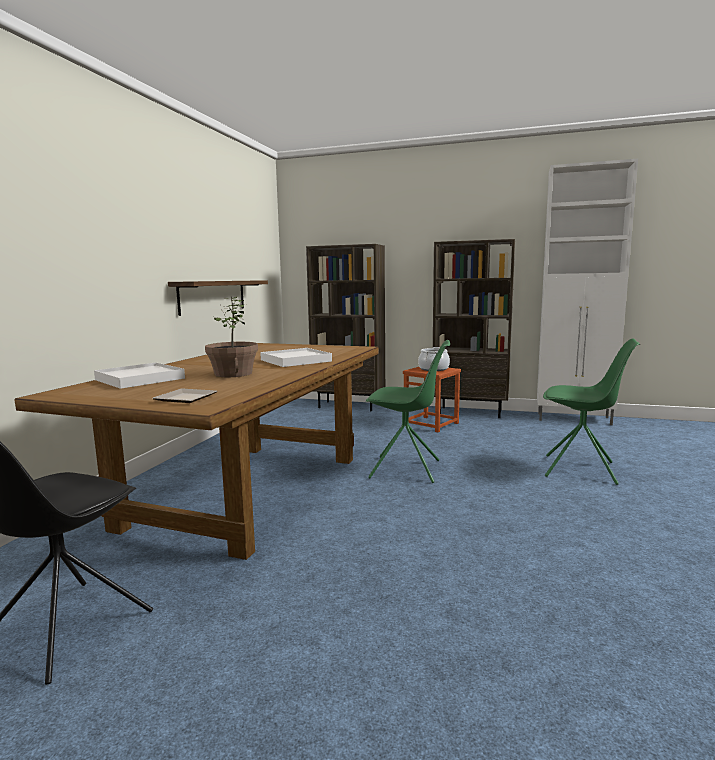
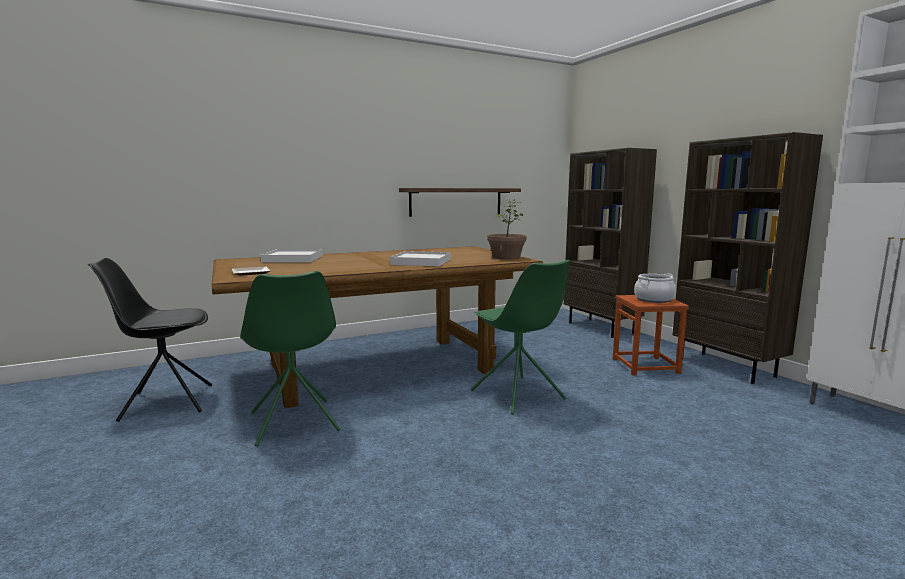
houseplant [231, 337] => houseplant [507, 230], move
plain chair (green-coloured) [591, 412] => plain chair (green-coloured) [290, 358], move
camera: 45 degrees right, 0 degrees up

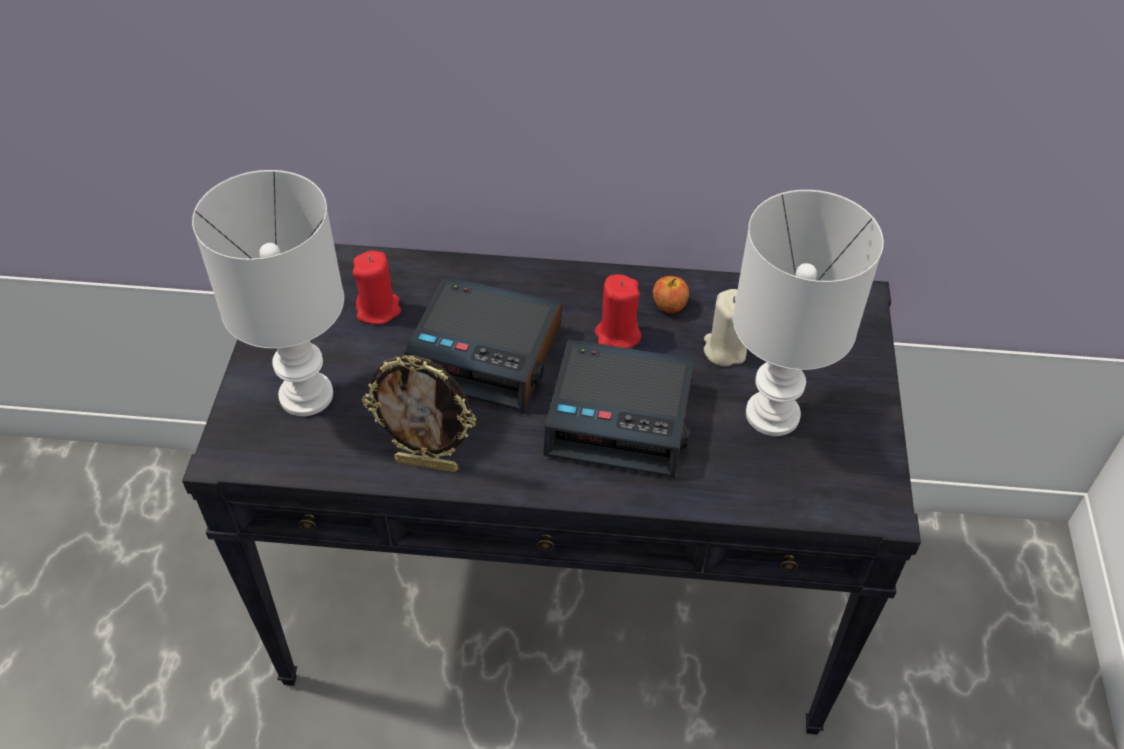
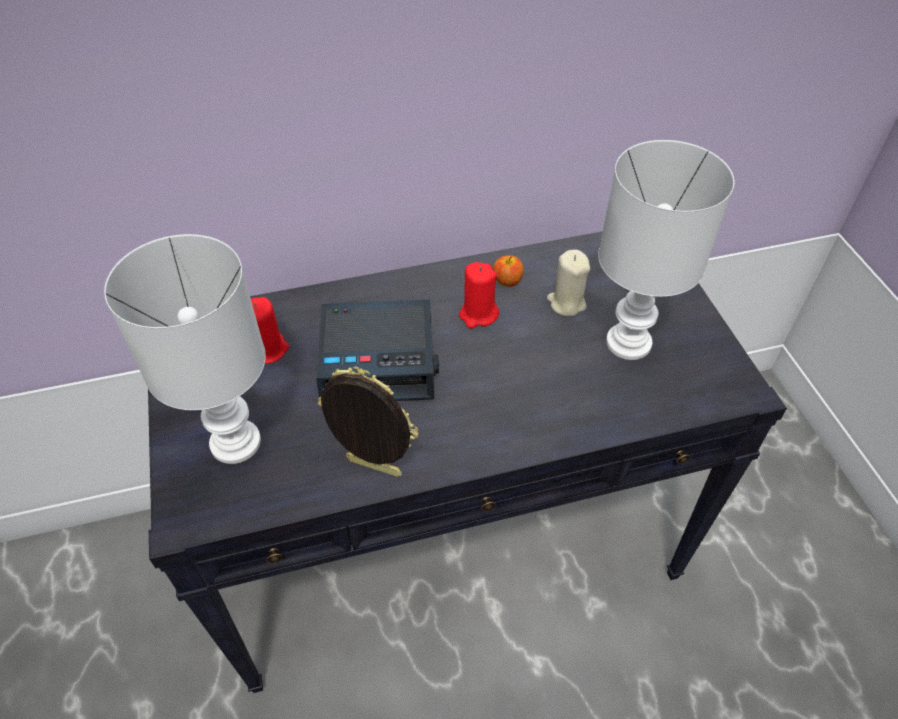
photo frame [419, 413] => photo frame [368, 422], 150 degrees counterclockwise
alarm clock [619, 408] => nothing
camera: 20 degrees left, 0 degrees up

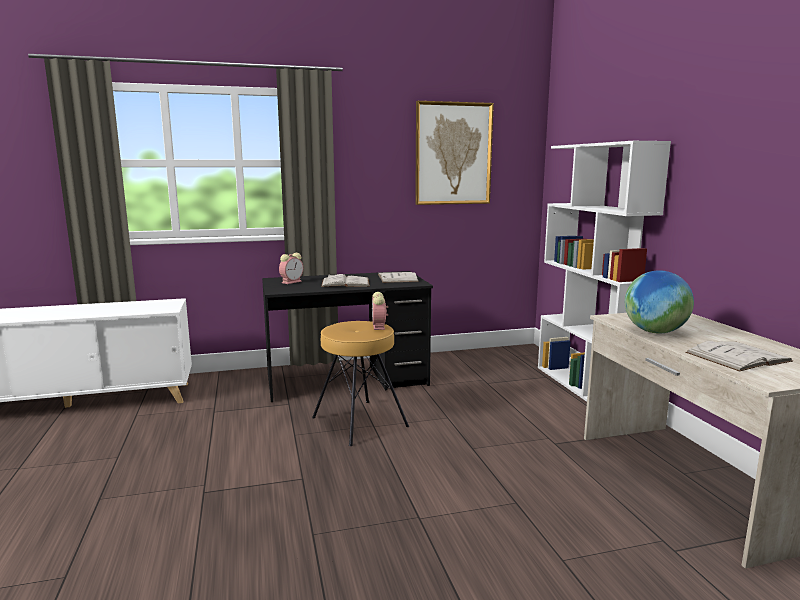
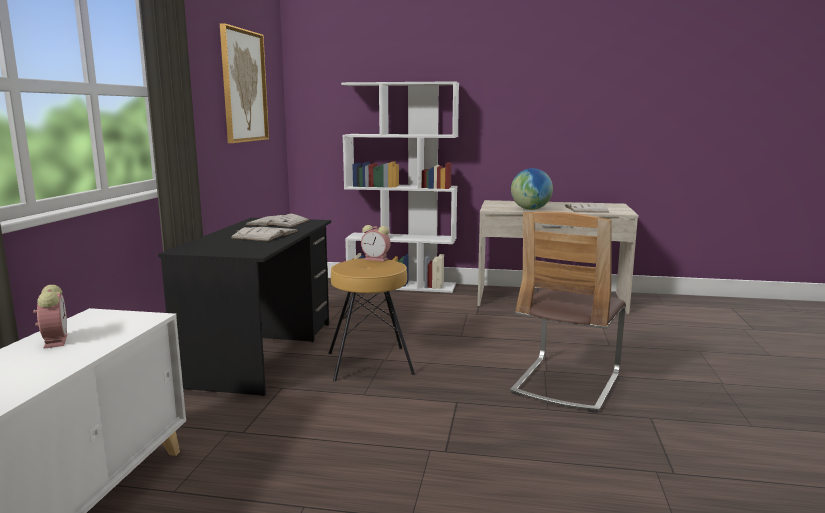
alarm clock [291, 268] => alarm clock [50, 317], move
nothing => plain chair [568, 312]
camera: 65 degrees left, 0 degrees up

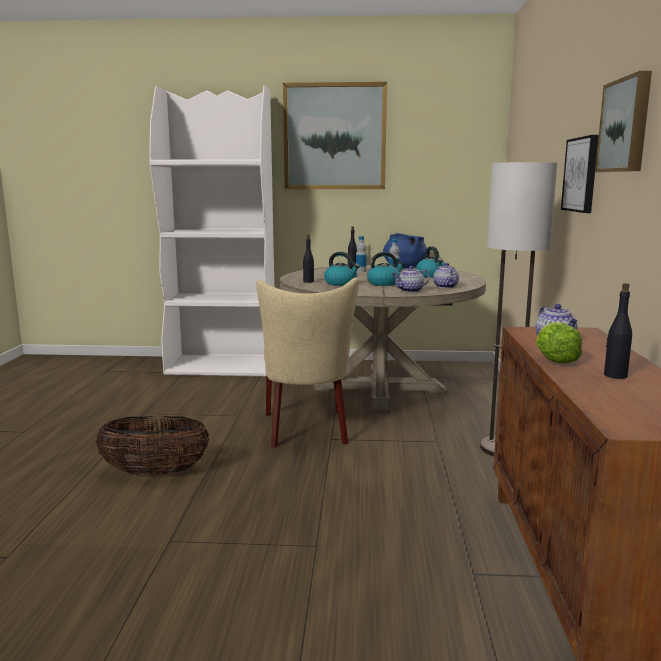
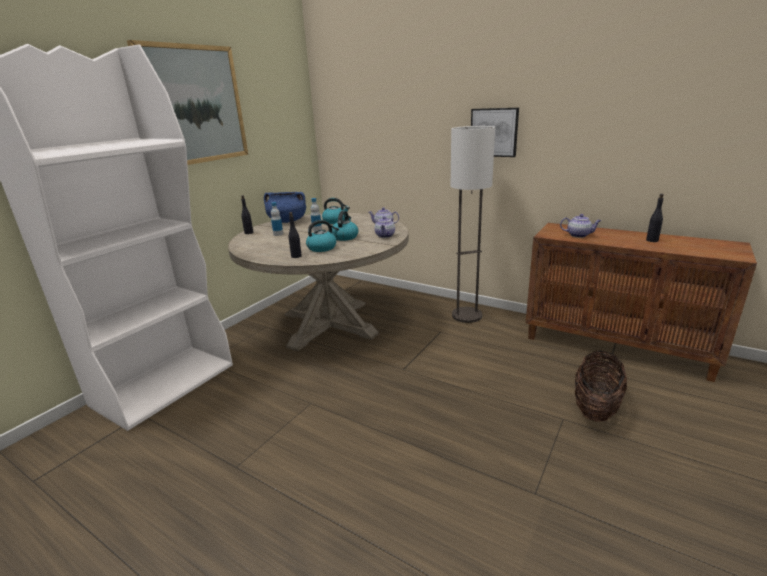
household basket [152, 445] => household basket [601, 386], move
plain chair (beige-coloured) [307, 362] => nothing
head of lettuce [559, 343] => nothing
wall picture [623, 121] => nothing
camera: 60 degrees left, 10 degrees up

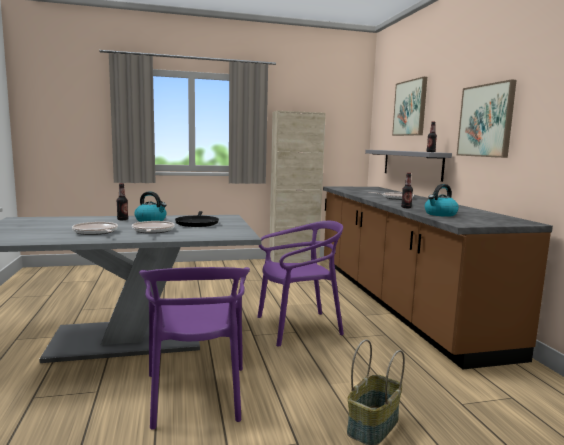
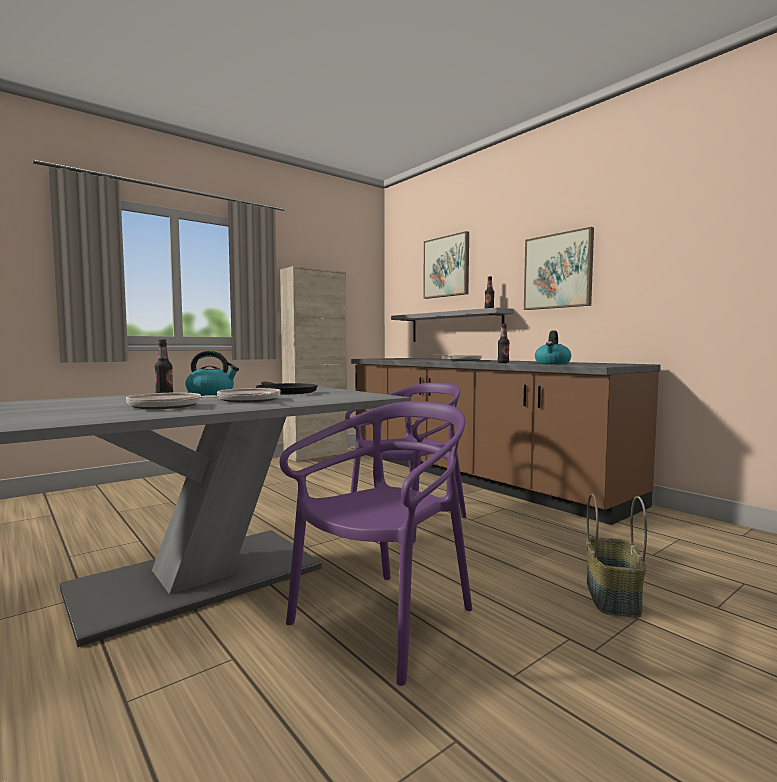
plain chair (purple) [194, 348] => plain chair (purple) [376, 543], 105 degrees counterclockwise
camera: 25 degrees left, 5 degrees down

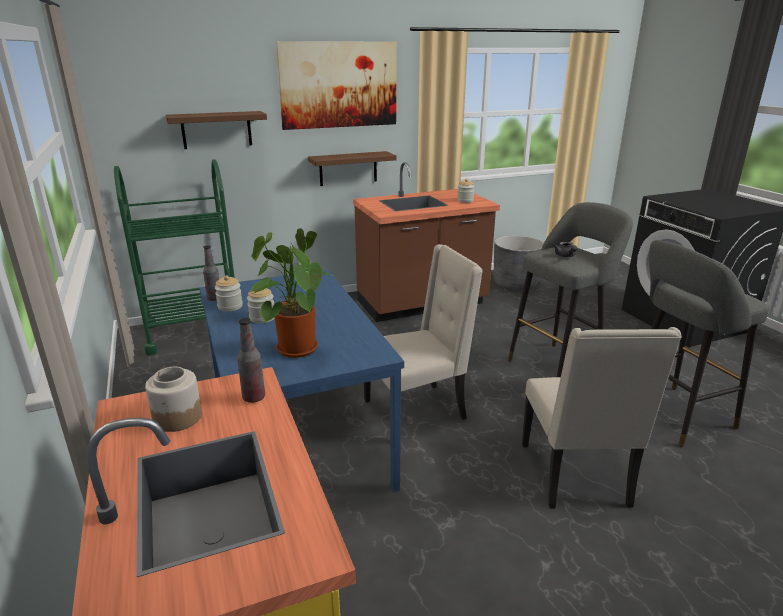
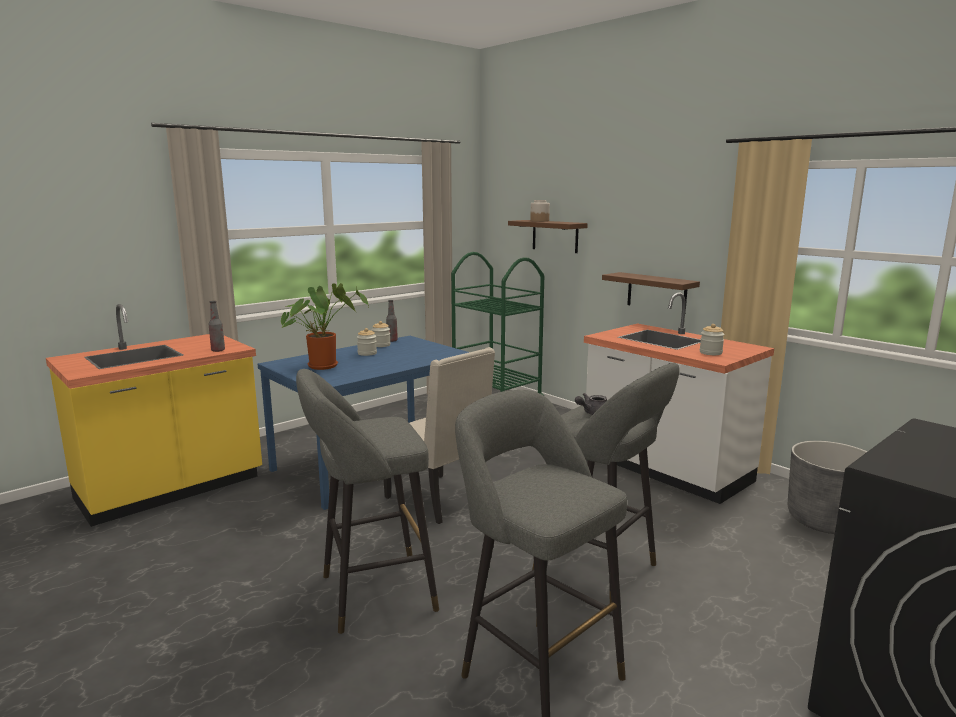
jar [173, 399] => jar [540, 211], move
wall picture [336, 85] => nothing
kitchen base unit (brown-coloured) [426, 242] => kitchen base unit (white) [679, 398]
plain chair (beige-coloured) [602, 418] => stool seat (gray) [367, 501]
camera: 70 degrees right, 10 degrees down

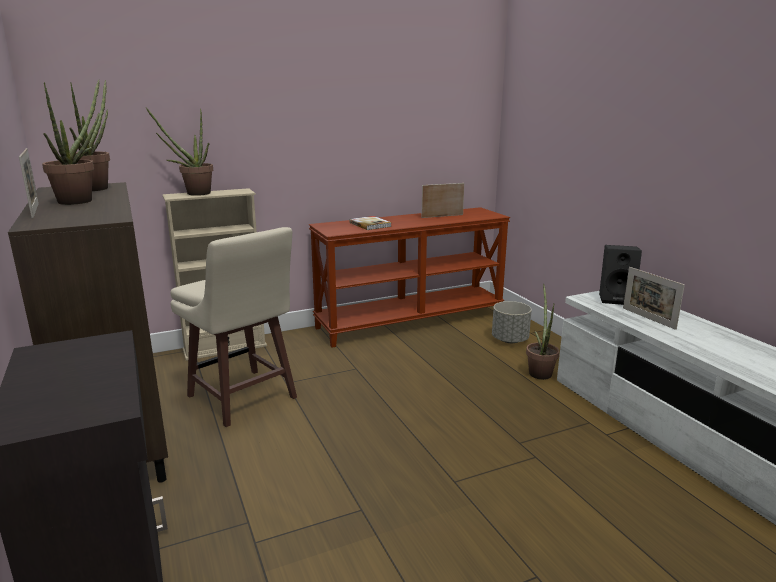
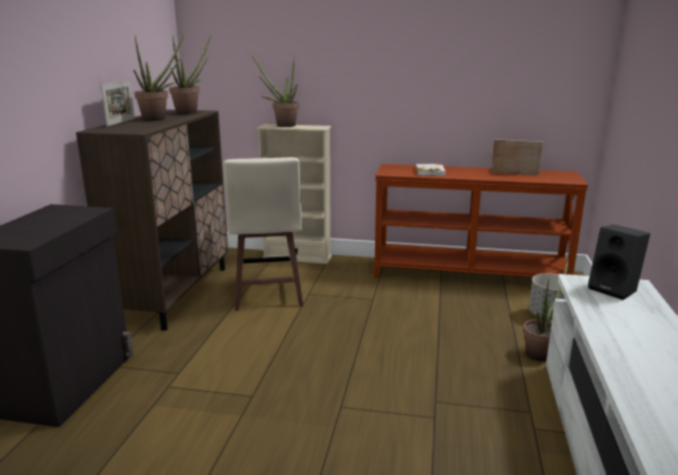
photo frame [654, 298] => nothing
camera: 35 degrees right, 0 degrees up

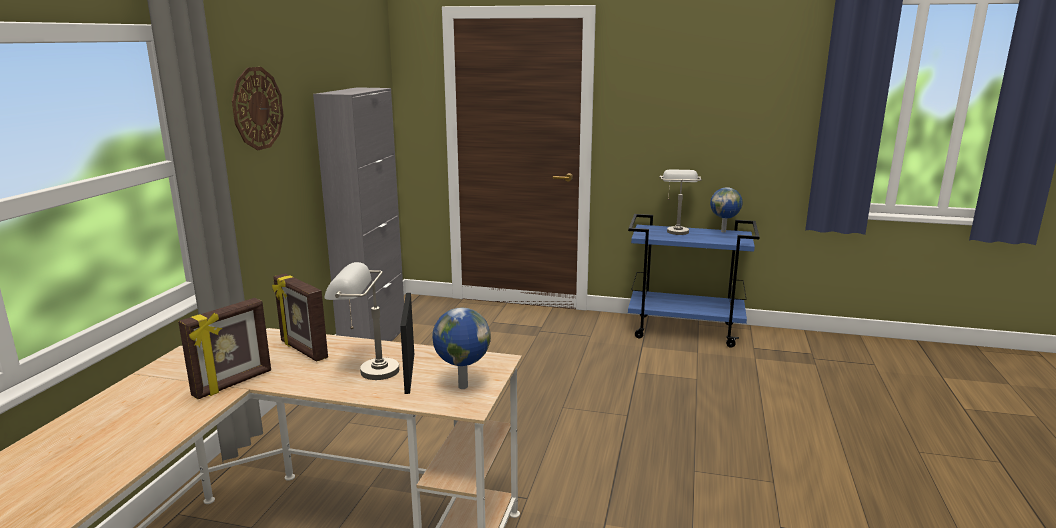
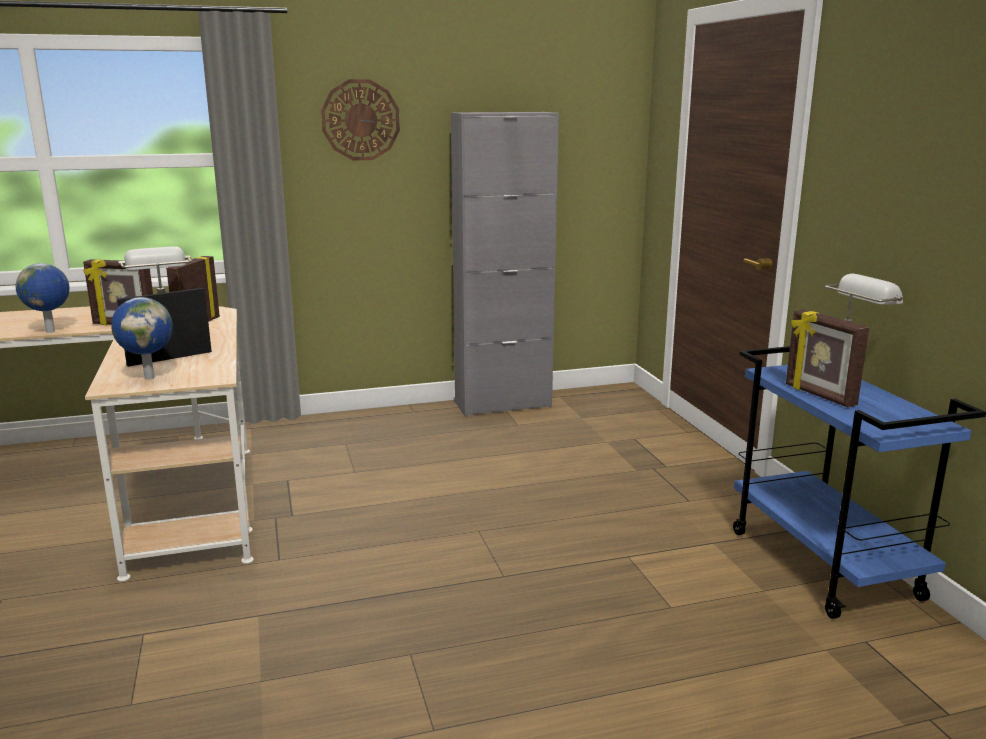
world globe [726, 210] => world globe [42, 298], move
nothing => photo frame [827, 358]
camera: 60 degrees right, 0 degrees up

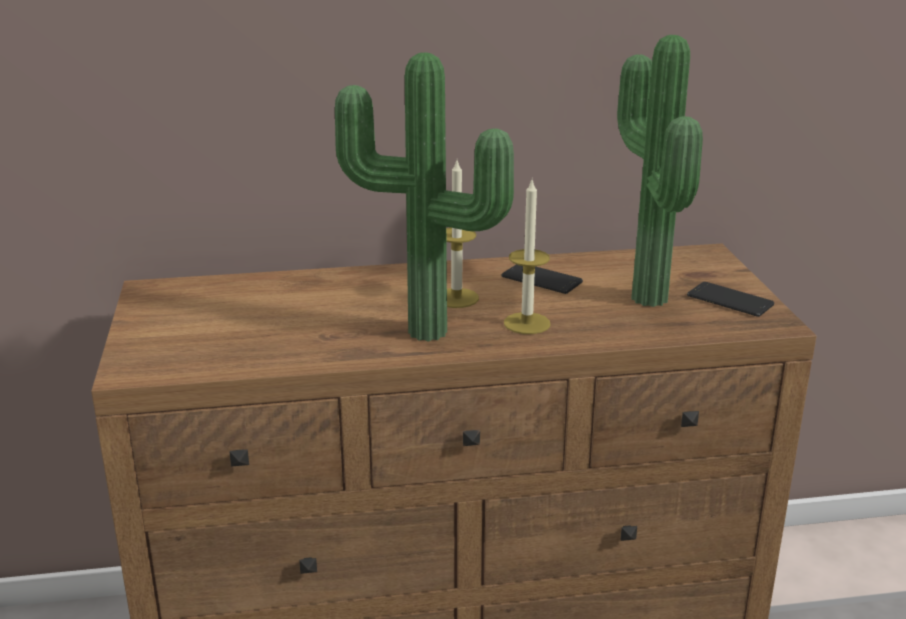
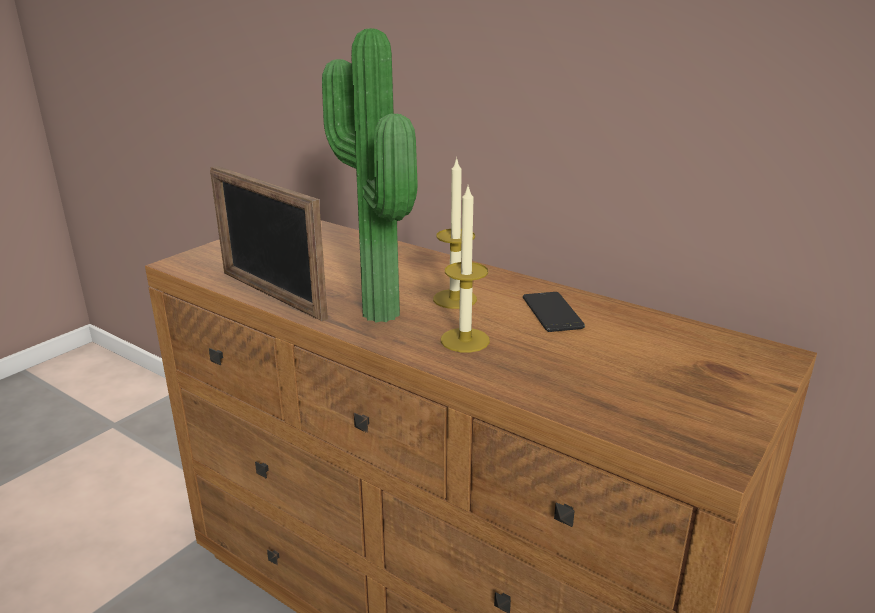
houseplant [660, 171] => nothing
telephone [730, 299] => nothing
nothing => photo frame [269, 243]
camera: 45 degrees right, 0 degrees up

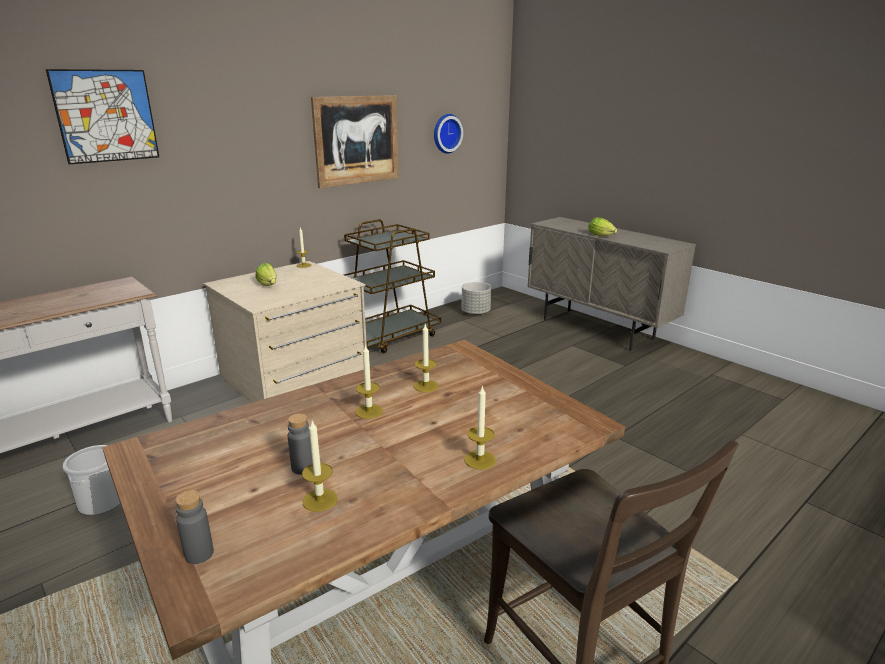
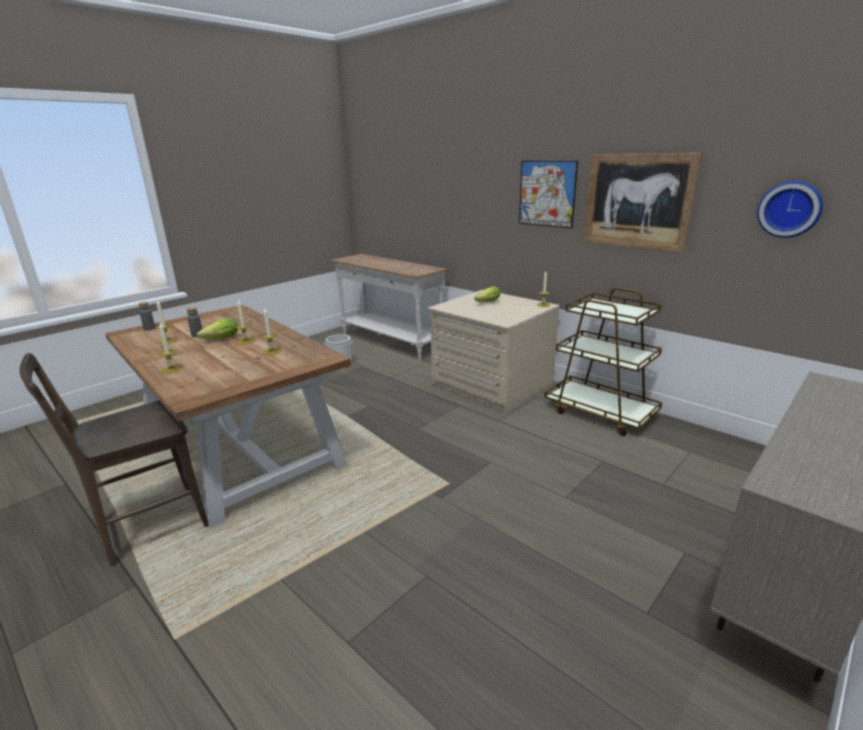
wall picture [102, 116] => wall picture [548, 194], move
flower pot (gray) [476, 298] => nothing
head of lettuce [602, 226] => head of lettuce [217, 329], move
camera: 85 degrees right, 0 degrees up

